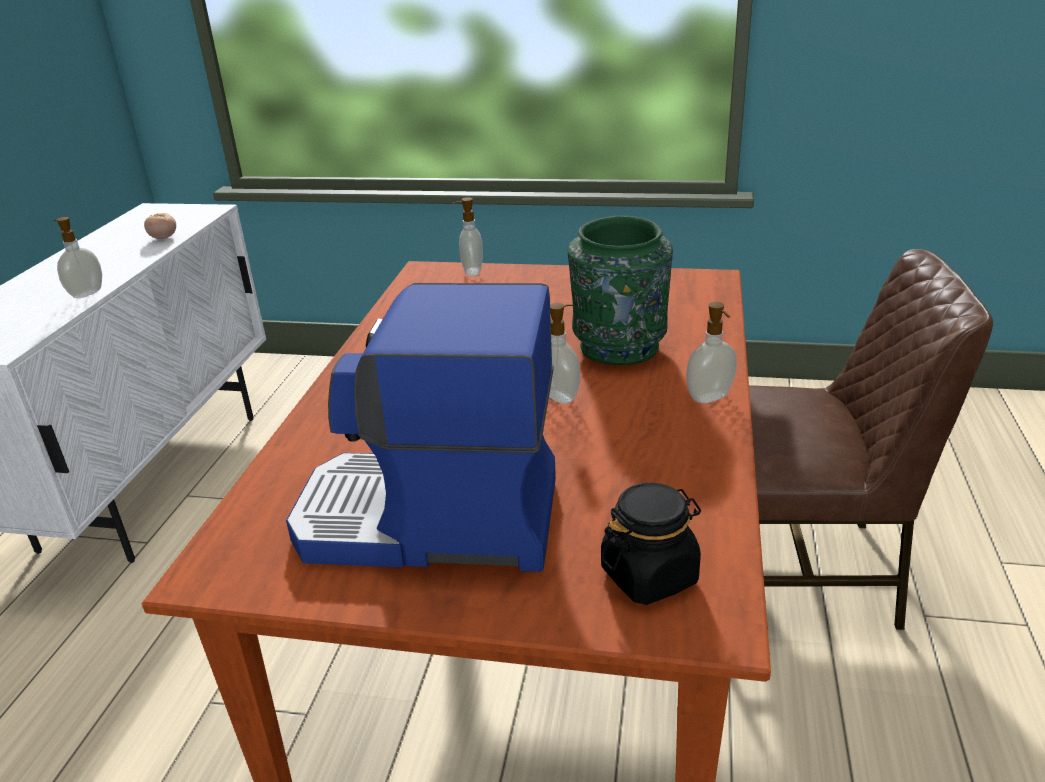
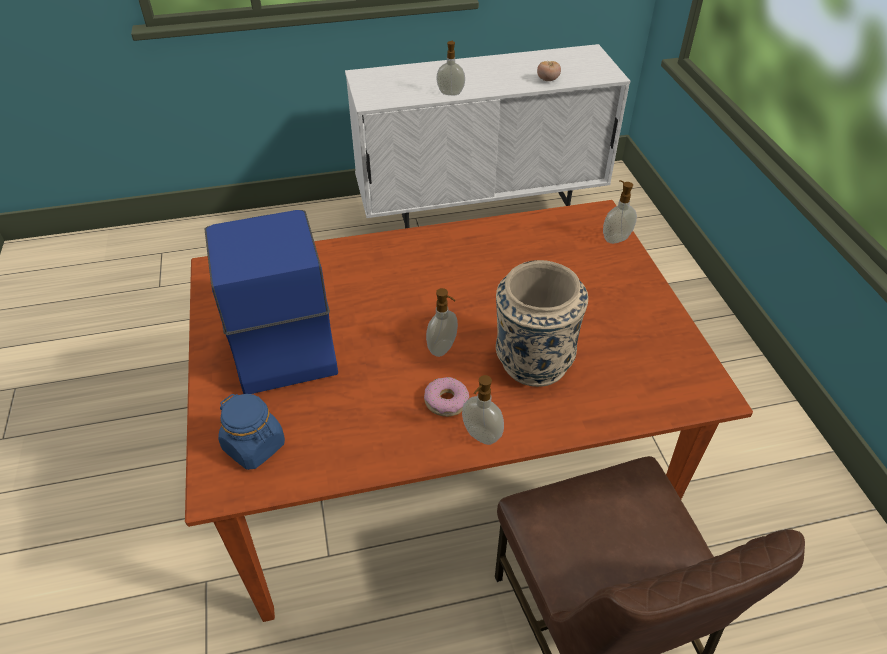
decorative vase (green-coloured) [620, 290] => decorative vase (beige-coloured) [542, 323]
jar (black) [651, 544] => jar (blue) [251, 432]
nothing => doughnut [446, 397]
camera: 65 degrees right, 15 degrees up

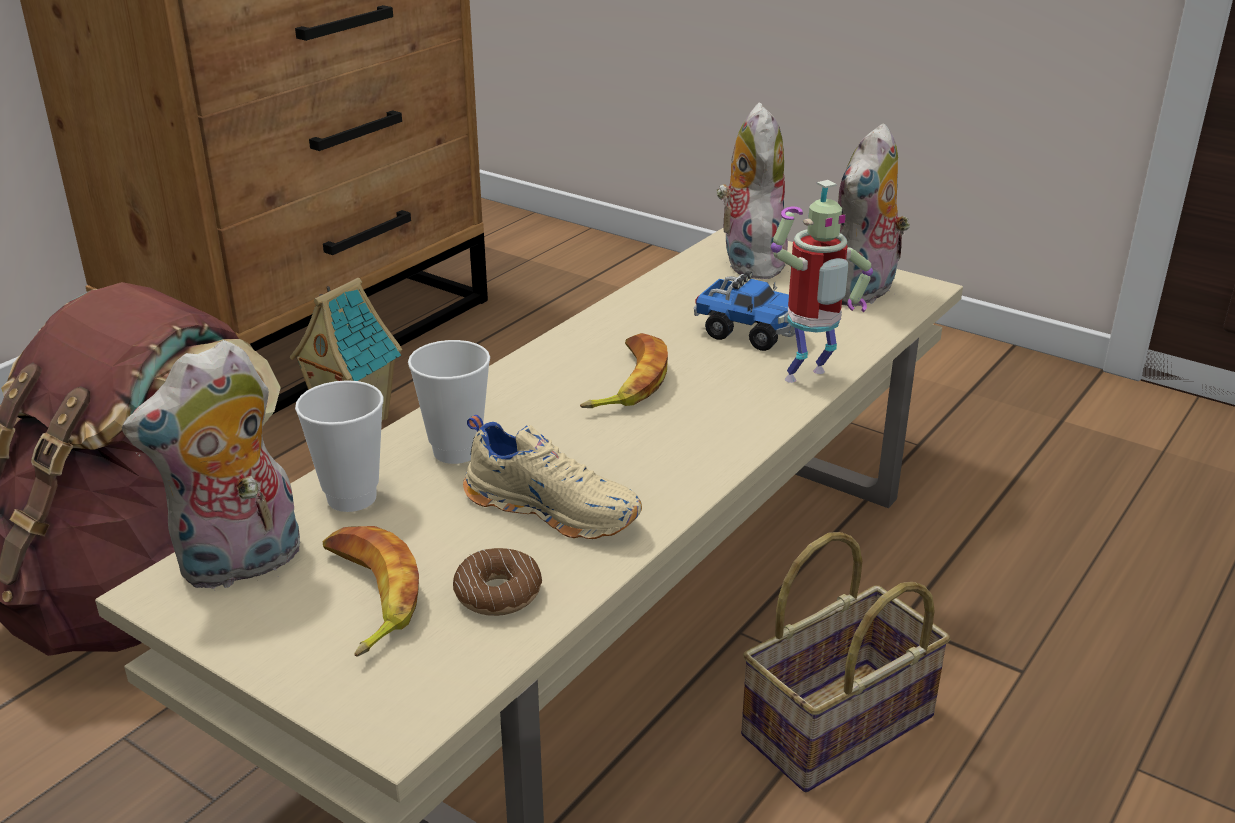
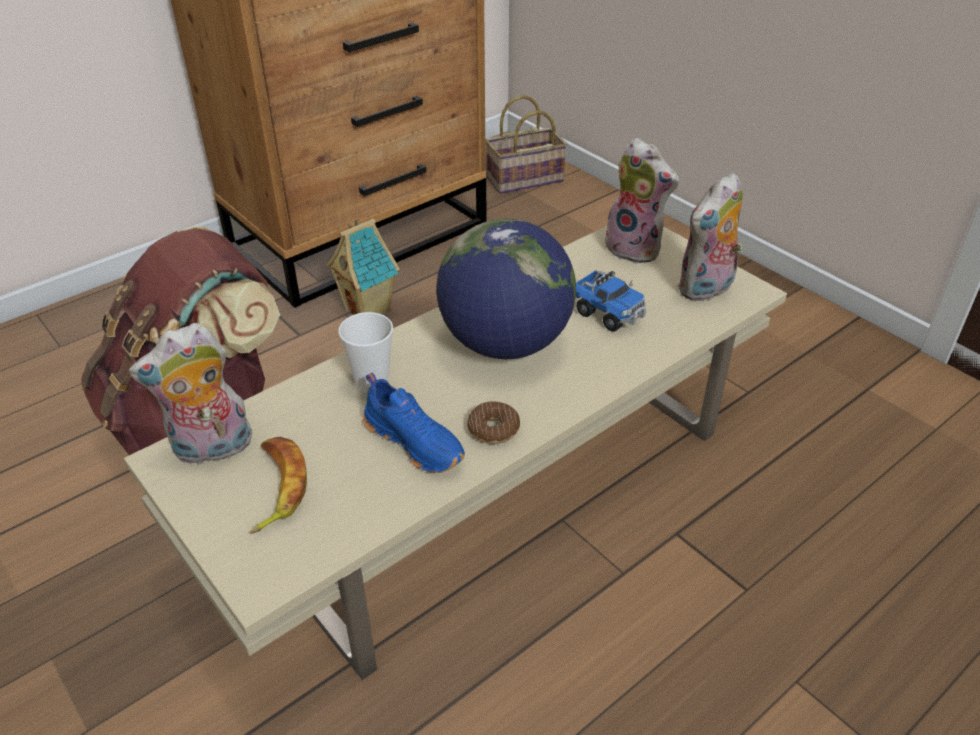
cup [339, 446] => nothing
doughnut [497, 582] => doughnut [493, 422], move
item of footwear (beige-coloured) [552, 477] => item of footwear (blue) [414, 423]
banana fruit [624, 370] => world globe [506, 289]
cuddly toy [752, 191] => cuddly toy [640, 201], 120 degrees clockwise
household basket [845, 662] => household basket [526, 144], move
robot figure [822, 281] => nothing
camera: 15 degrees right, 10 degrees up

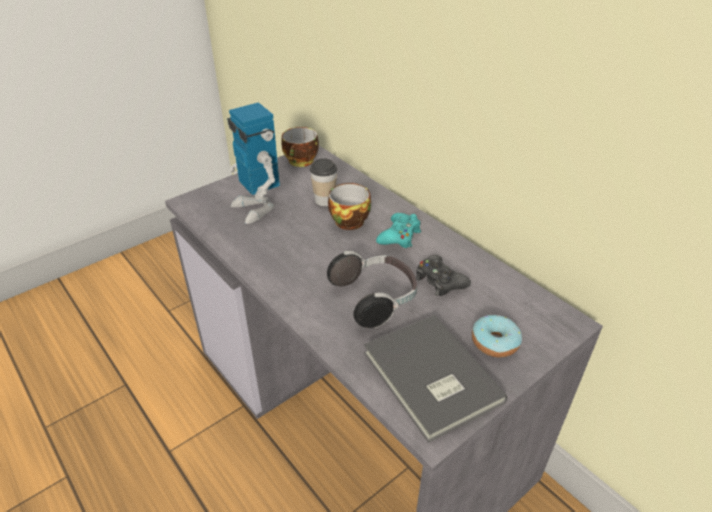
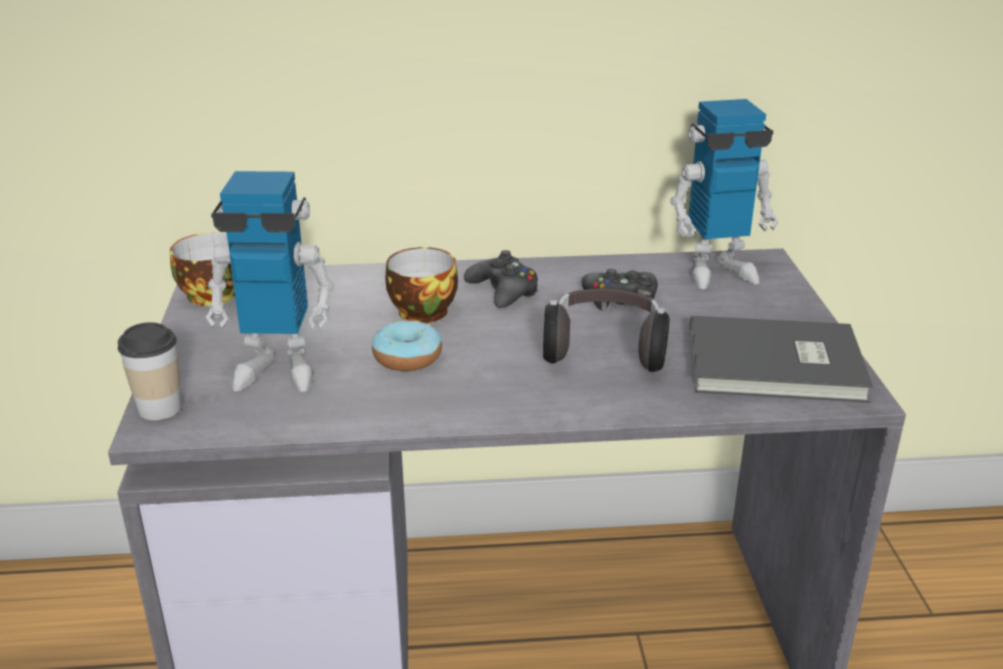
cup [323, 182] => cup [149, 371], move
joypad (turquoise-coloured) [398, 230] => joypad (black) [501, 279]
doughnut [497, 336] => doughnut [407, 346], move
nothing => robot figure [724, 194]
camera: 55 degrees left, 10 degrees down

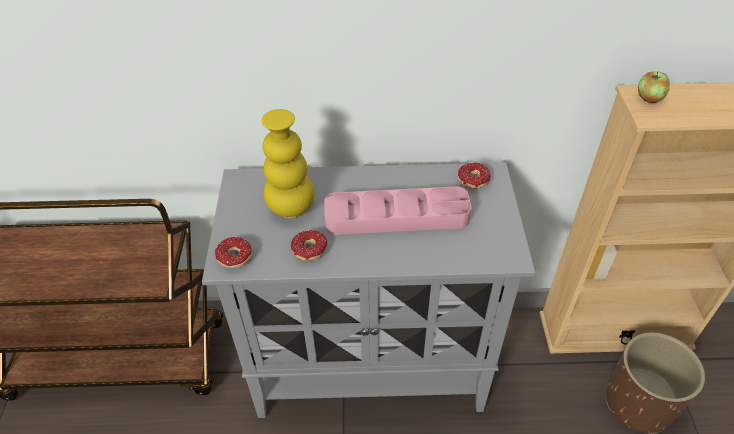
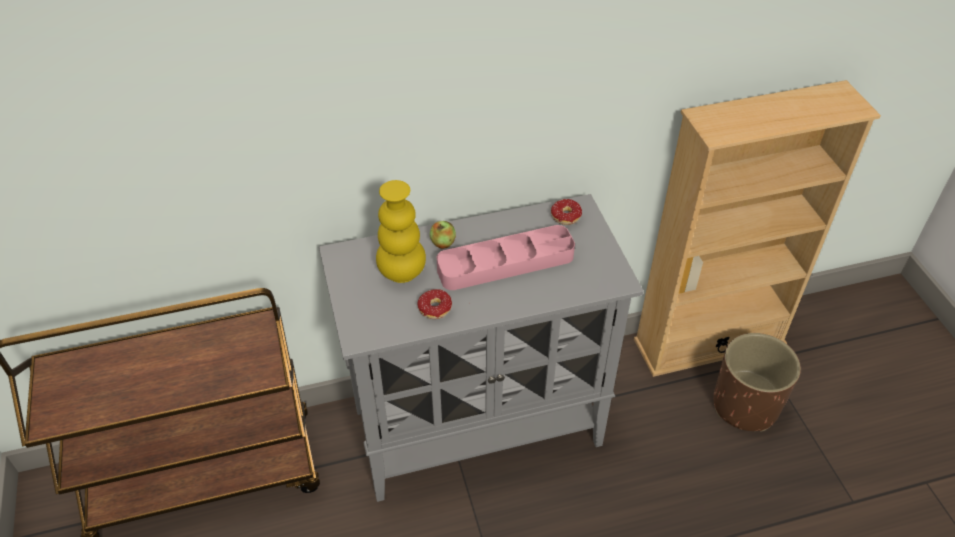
doughnut [234, 252] => nothing
apple fruit [654, 87] => apple fruit [443, 235], move
camera: 15 degrees left, 0 degrees up

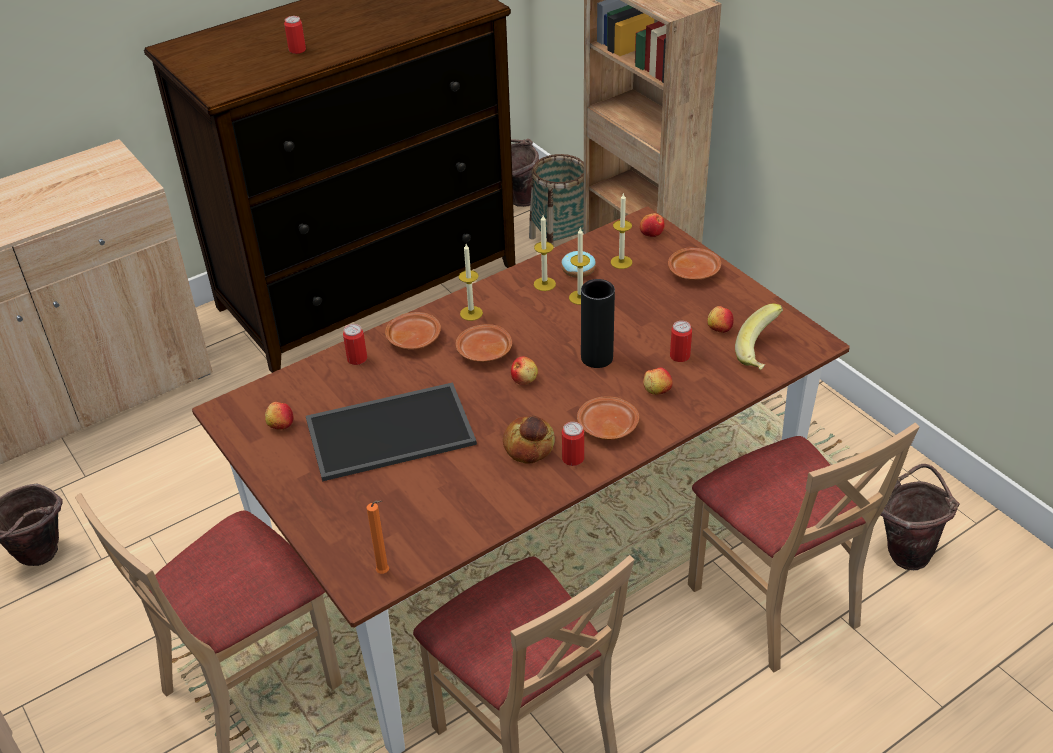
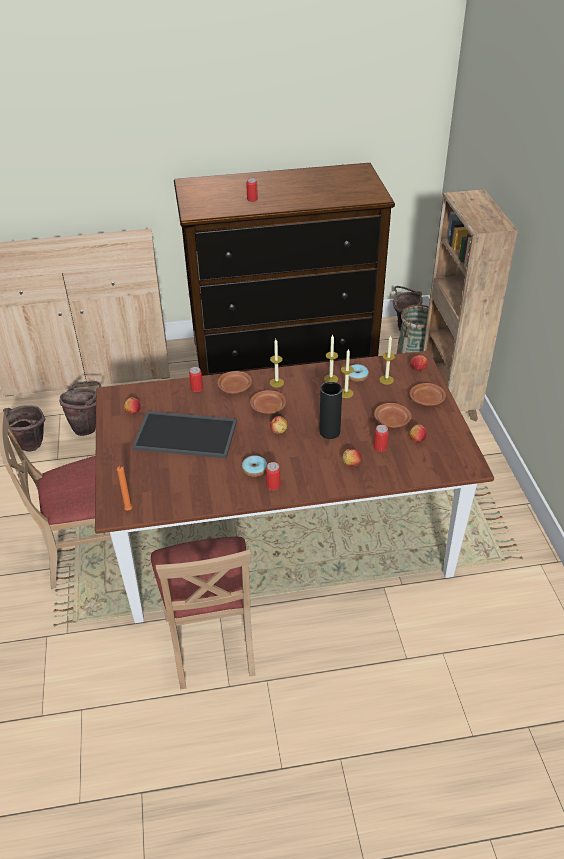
bakery bread [529, 439] => doughnut [254, 466]
dinner plate (brown-coloured) [608, 418] => dinner plate (brown-coloured) [393, 415], move
plain chair (beige-coloured) [803, 547] => nothing
banana fruit [759, 336] => nothing
bucket (brown-coloured) [920, 517] => bucket (brown-coloured) [80, 408], move
camera: 25 degrees right, 0 degrees up

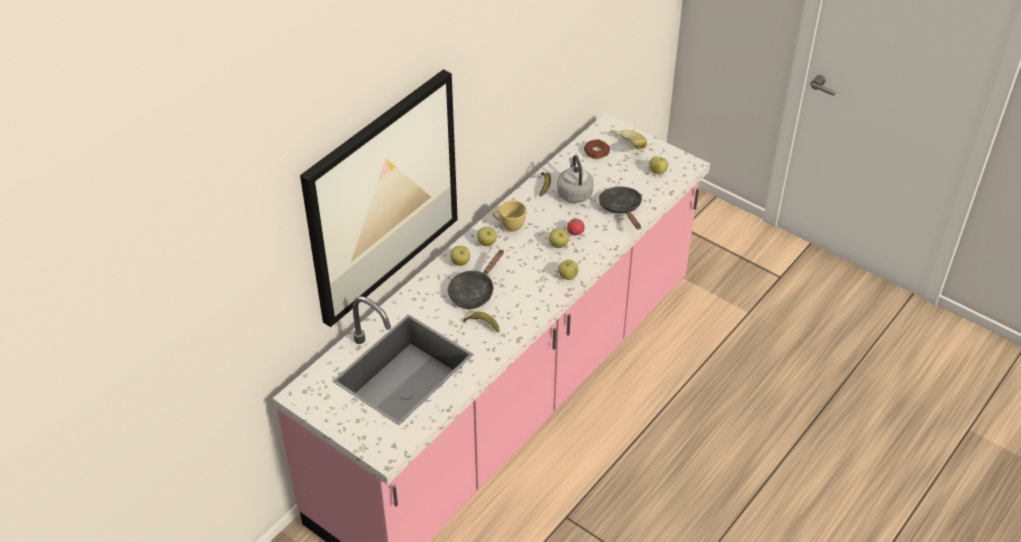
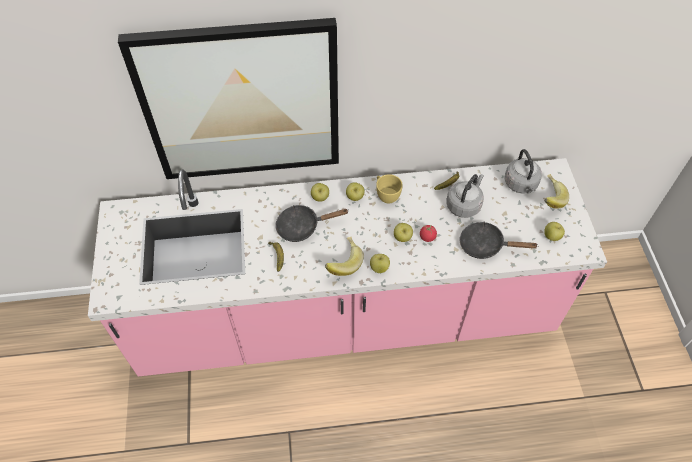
doughnut [597, 149] => kettle (gray) [523, 171]
skillet (black) [620, 208] => skillet (black) [498, 240], 105 degrees counterclockwise
nothing => banana fruit [344, 256]
camera: 45 degrees right, 10 degrees up

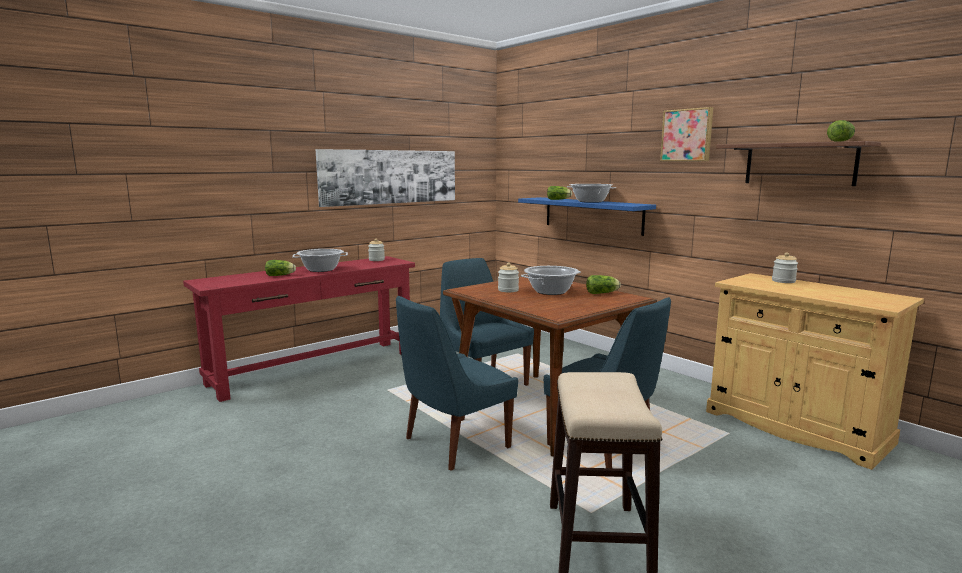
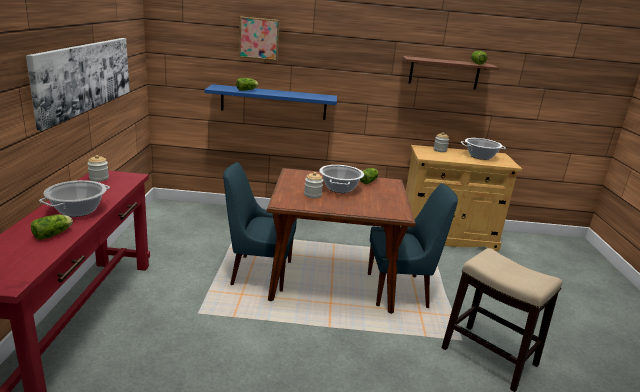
plain chair (blue) [457, 383] => nothing
stockpot [591, 193] => stockpot [483, 149], move
wall picture [686, 134] => wall picture [259, 38], move
camera: 50 degrees left, 10 degrees up

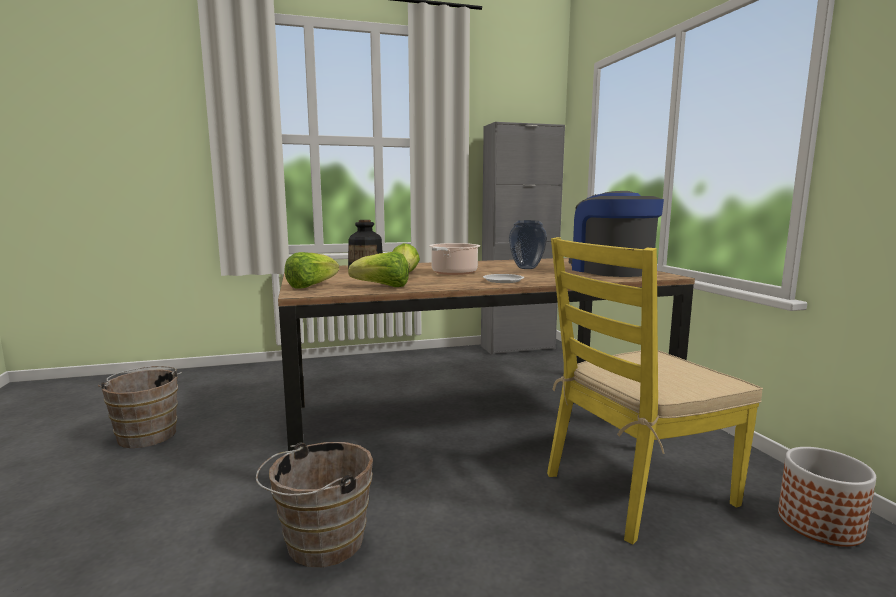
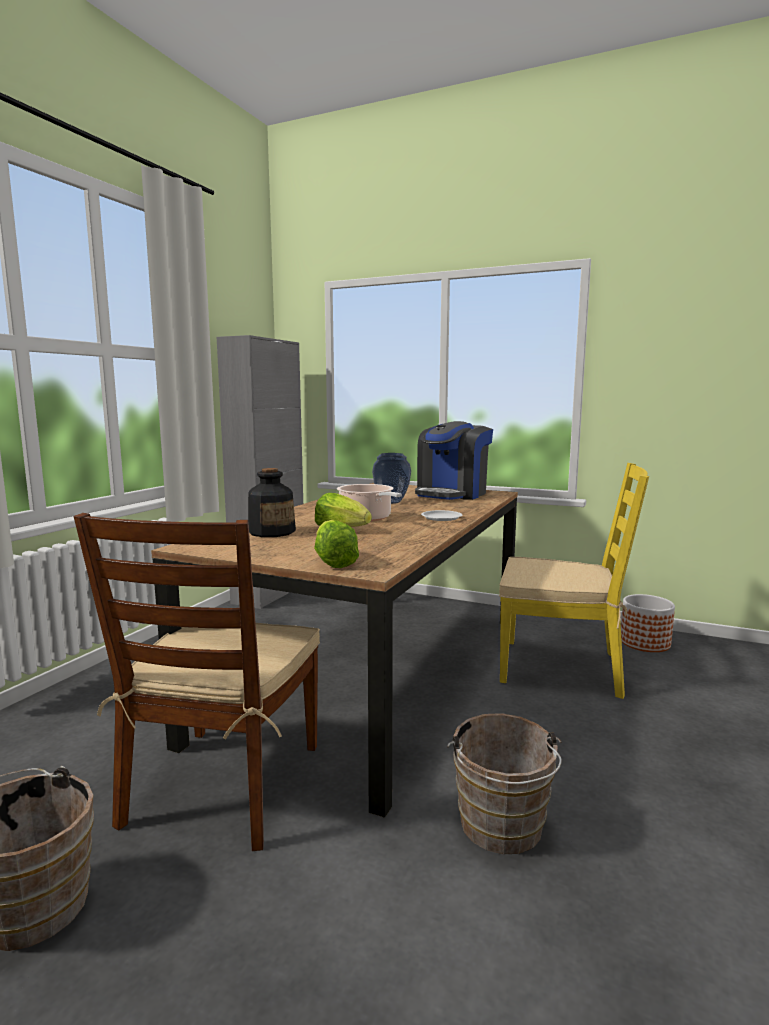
head of lettuce [378, 269] => nothing
plain chair (yellowish) [655, 390] => plain chair (yellowish) [574, 581], 90 degrees counterclockwise
coffee brewer [616, 234] => coffee brewer [454, 460], 75 degrees counterclockwise
nothing => plain chair (brown-coloured) [197, 682]
camera: 50 degrees left, 0 degrees up

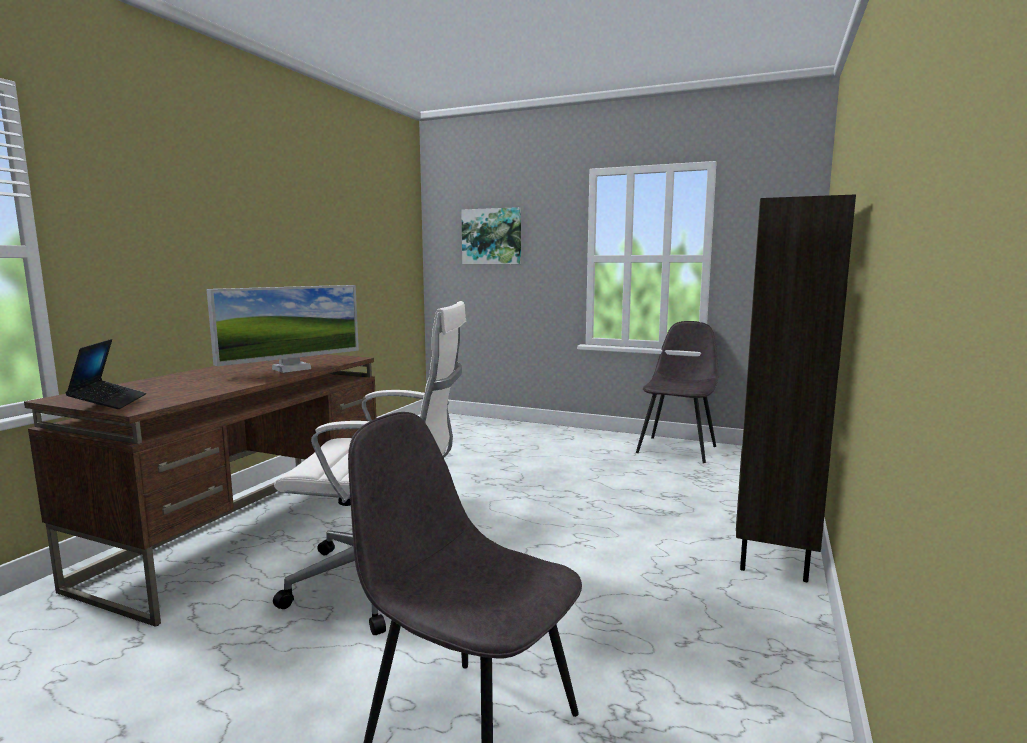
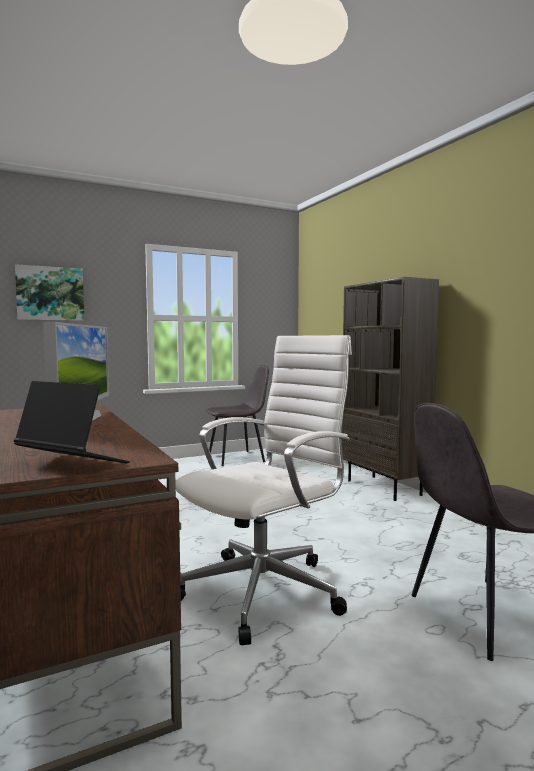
plain chair (gray) [677, 392] => plain chair (gray) [237, 415], 90 degrees clockwise
camera: 50 degrees left, 5 degrees down

